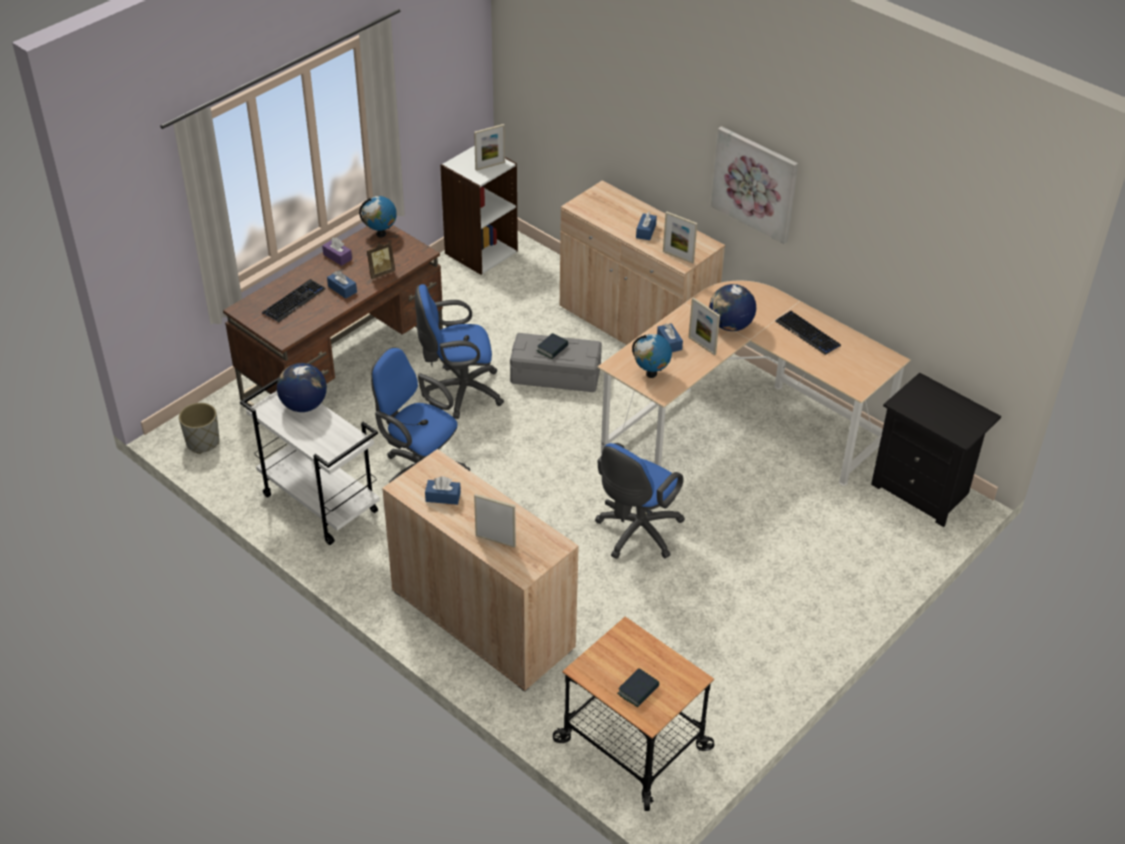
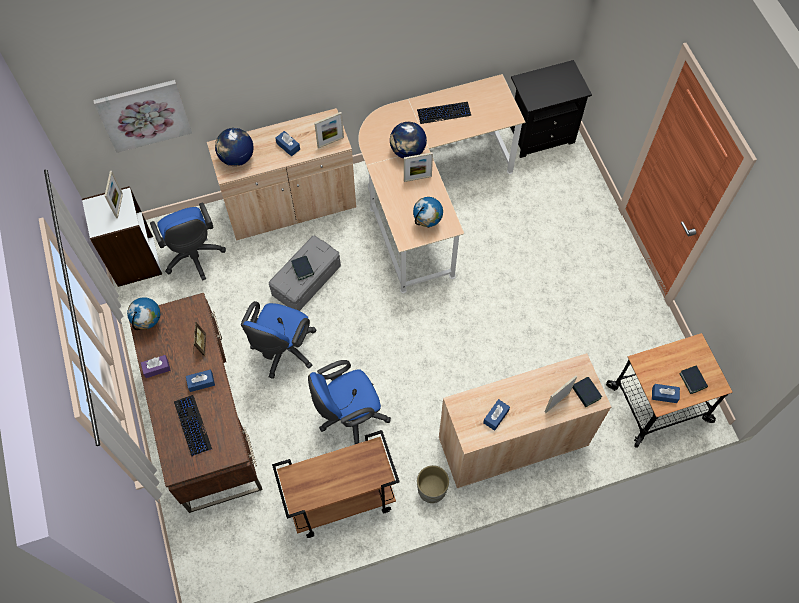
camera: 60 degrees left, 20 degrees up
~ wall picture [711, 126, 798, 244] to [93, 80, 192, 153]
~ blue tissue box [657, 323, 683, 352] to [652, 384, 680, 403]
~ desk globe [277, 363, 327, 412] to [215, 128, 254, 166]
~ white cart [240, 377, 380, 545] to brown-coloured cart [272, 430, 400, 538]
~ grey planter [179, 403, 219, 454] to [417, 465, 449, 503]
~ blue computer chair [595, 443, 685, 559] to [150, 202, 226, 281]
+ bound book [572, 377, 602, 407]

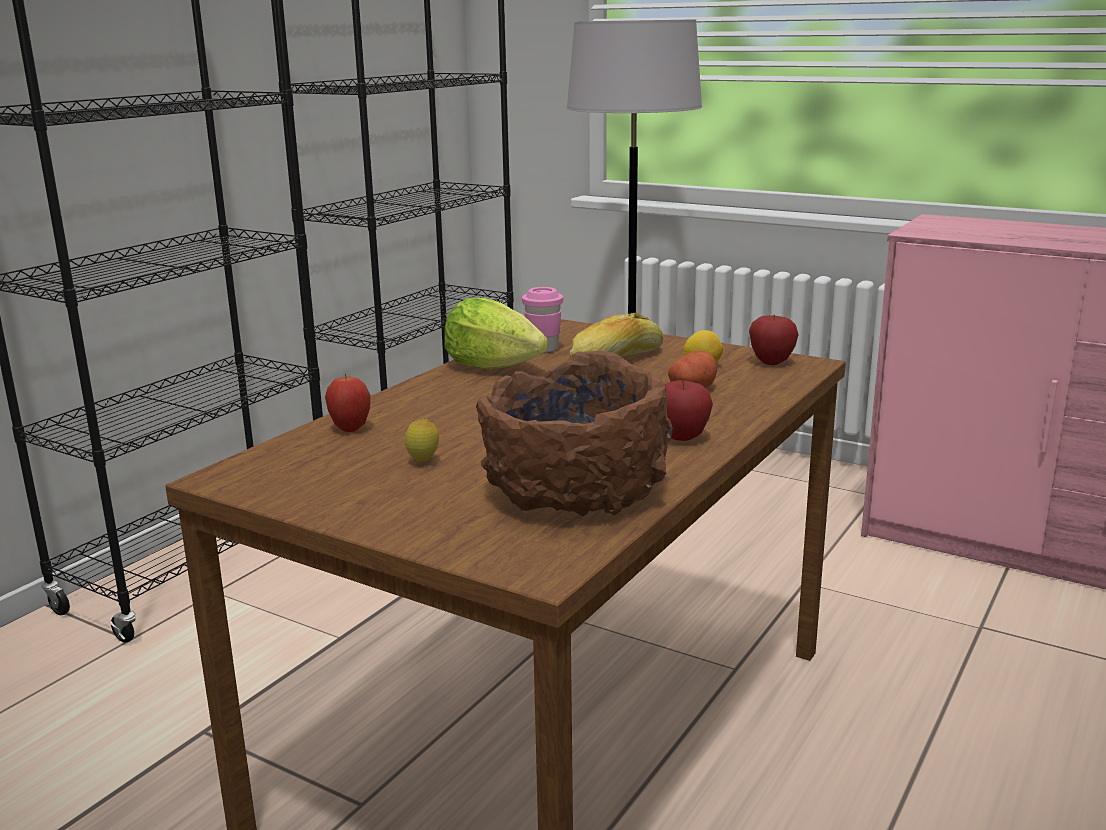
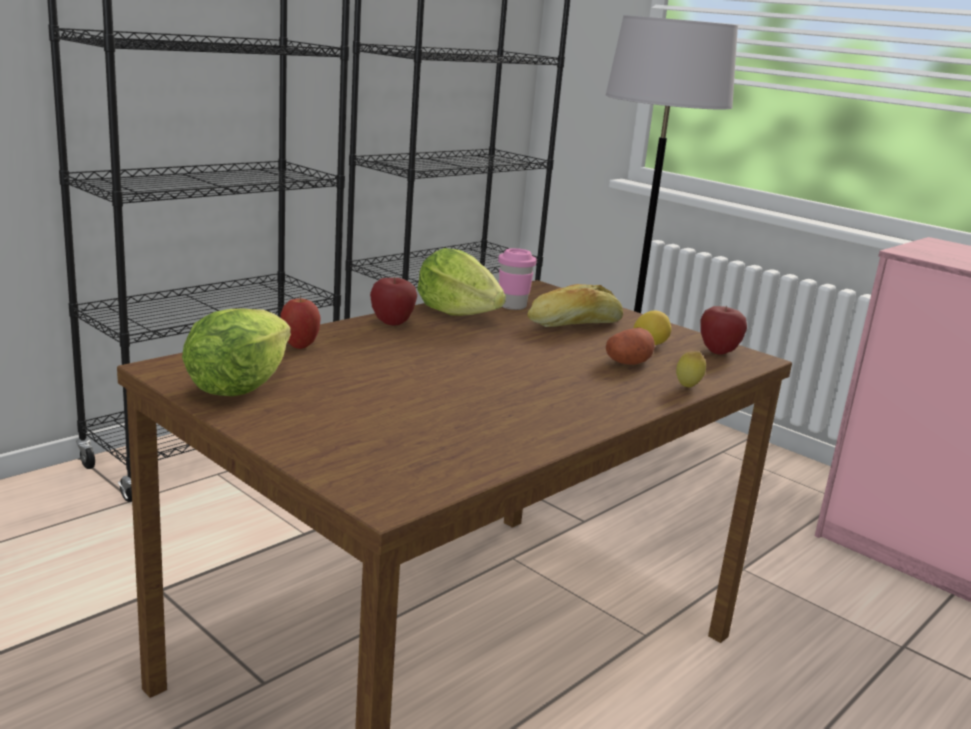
camera: 10 degrees right, 0 degrees up
- brown-coloured deep dish [476, 351, 673, 517]
~ whole apple [664, 380, 713, 441] to [370, 277, 417, 325]
~ lemon [405, 419, 439, 462] to [676, 351, 706, 388]
+ lettuce [182, 309, 291, 396]

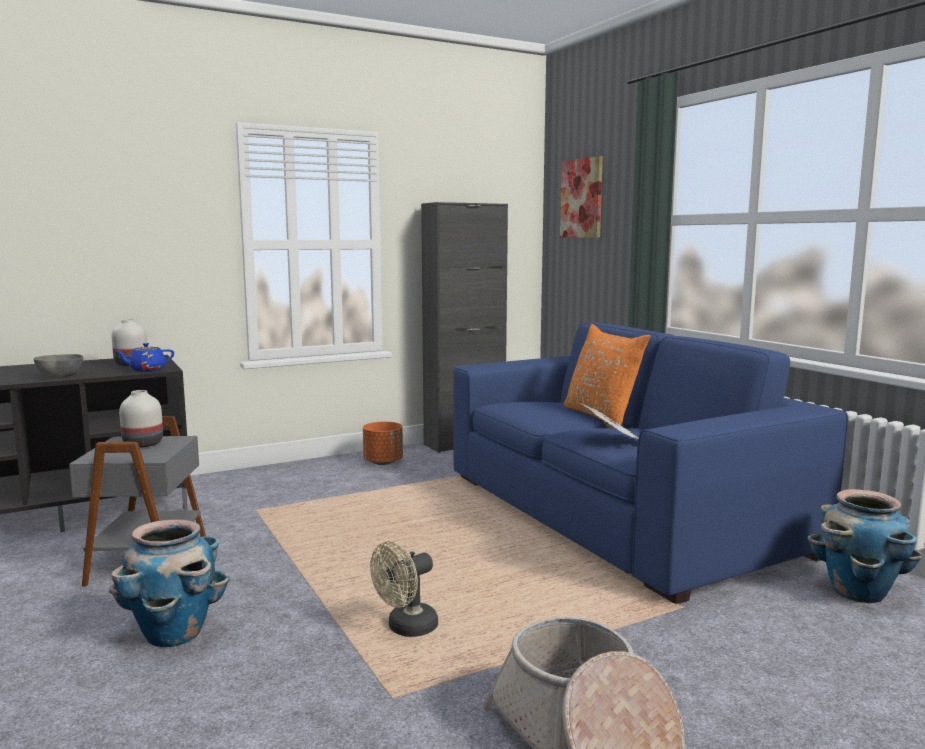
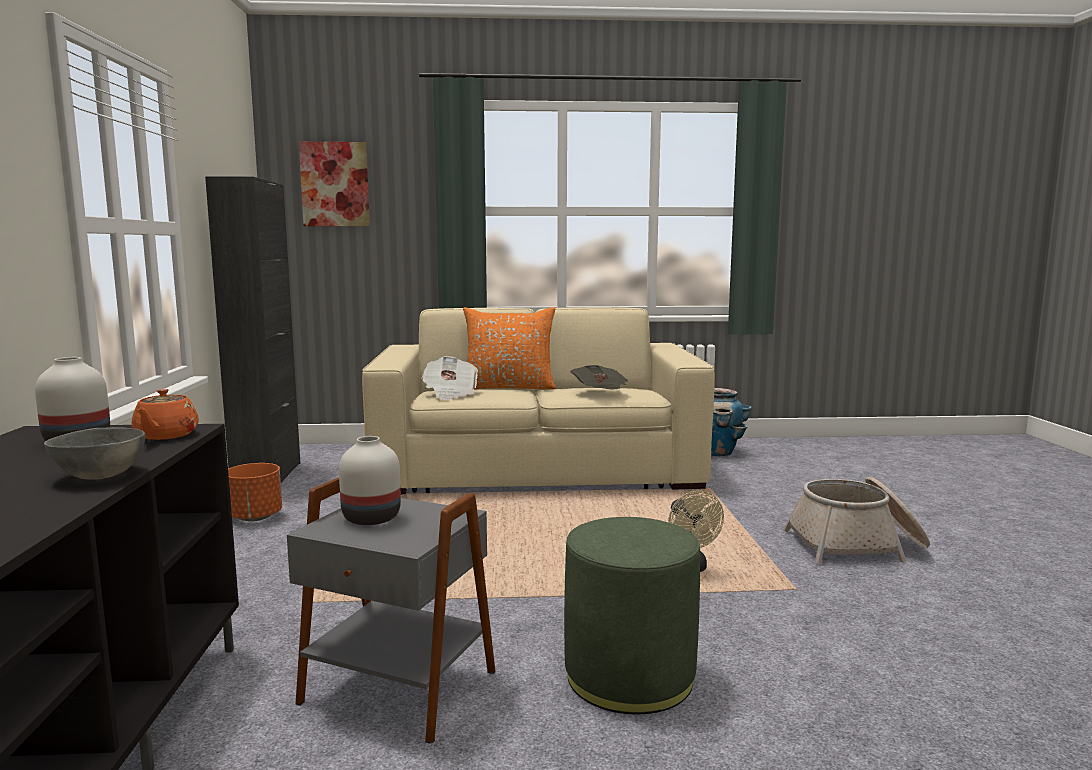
camera: 65 degrees left, 0 degrees up
~ blue settee [453, 323, 848, 604] to beige-coloured settee [362, 307, 715, 494]
~ blue teapot [115, 343, 174, 371] to orangey teapot [131, 389, 199, 440]
~ planter [109, 519, 230, 647] to green footrest [564, 517, 700, 714]
+ printed paper [421, 356, 478, 400]

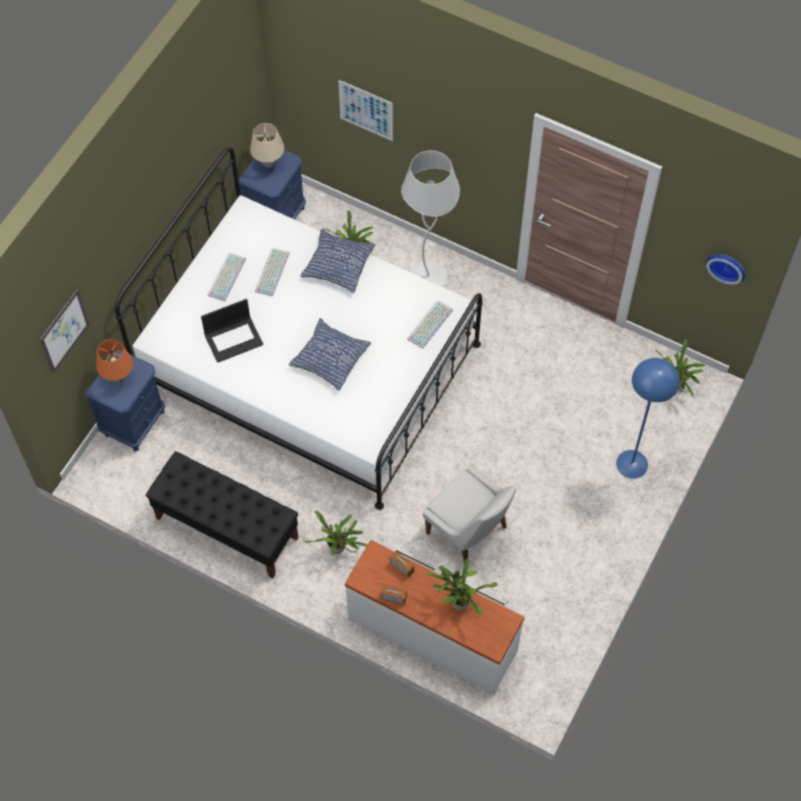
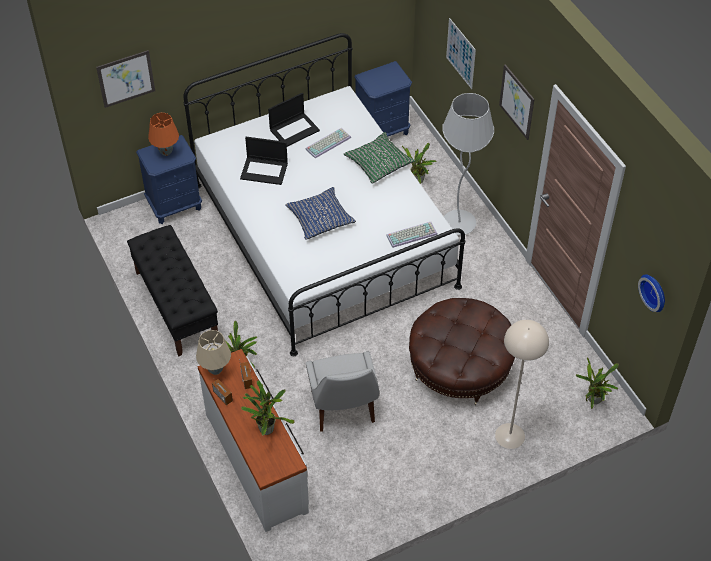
camera: 35 degrees right, 10 degrees down
~ beige-coloured lamp for a table [250, 123, 284, 168] to [196, 330, 231, 375]
~ blue pillow [301, 229, 375, 293] to green pillow [344, 132, 415, 184]
~ keyboard [208, 253, 246, 301] to notebook computer [268, 93, 320, 147]
~ blue floor lamp [616, 358, 679, 479] to beige-coloured floor lamp [495, 320, 549, 449]
+ wall picture [499, 64, 535, 140]
+ brown-coloured footrest [409, 298, 515, 405]

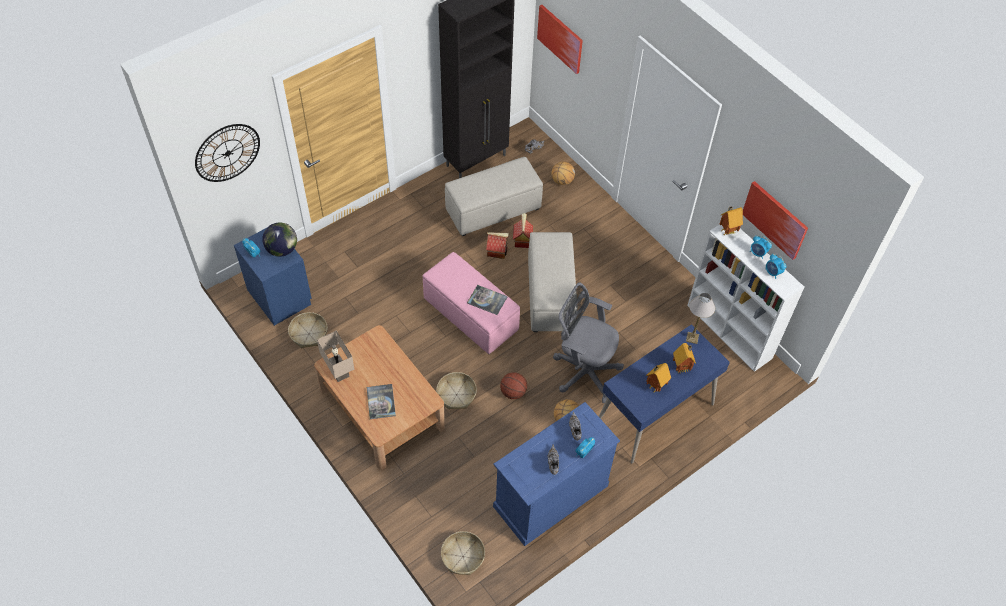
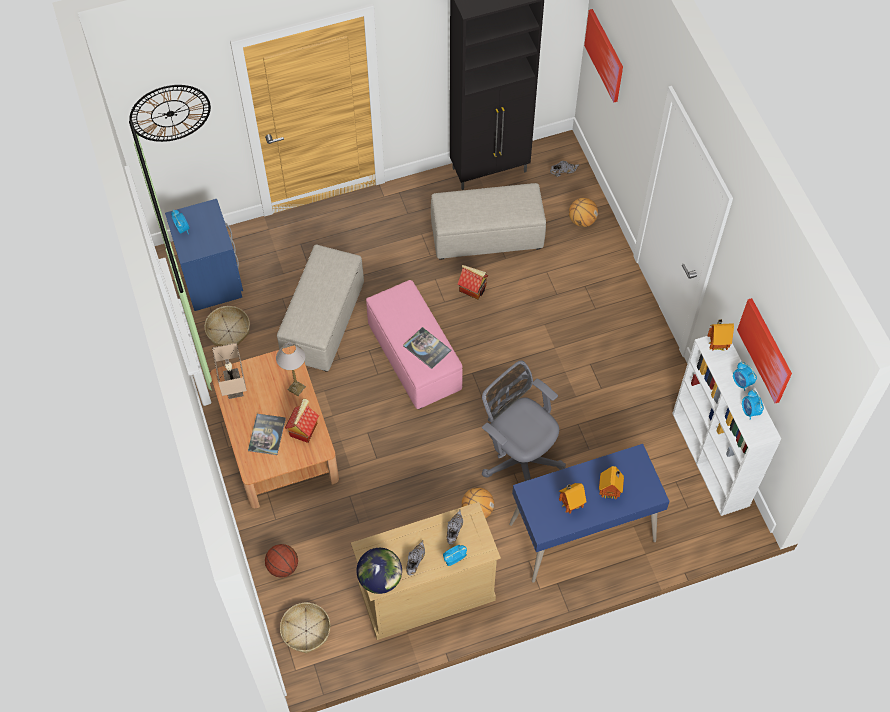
camera: 20 degrees right, 5 degrees up
~ miniature house [513, 213, 533, 248] to [285, 399, 319, 443]
~ desk globe [262, 222, 297, 257] to [356, 548, 402, 594]
~ beige-coloured footrest [528, 232, 577, 332] to [277, 245, 364, 372]
~ lamp for a table [686, 293, 715, 344] to [276, 342, 306, 396]
- household basket [436, 372, 477, 409]
~ ball for basketball [500, 372, 527, 399] to [265, 544, 298, 578]
~ blue drawer chest [493, 402, 620, 546] to beige-coloured drawer chest [351, 502, 501, 640]

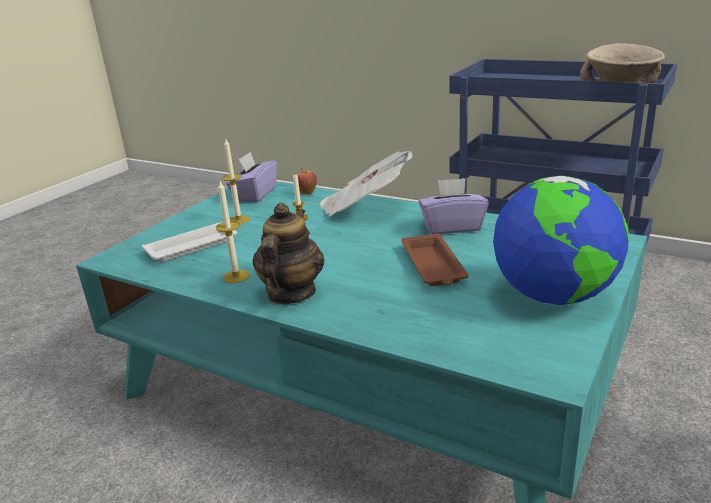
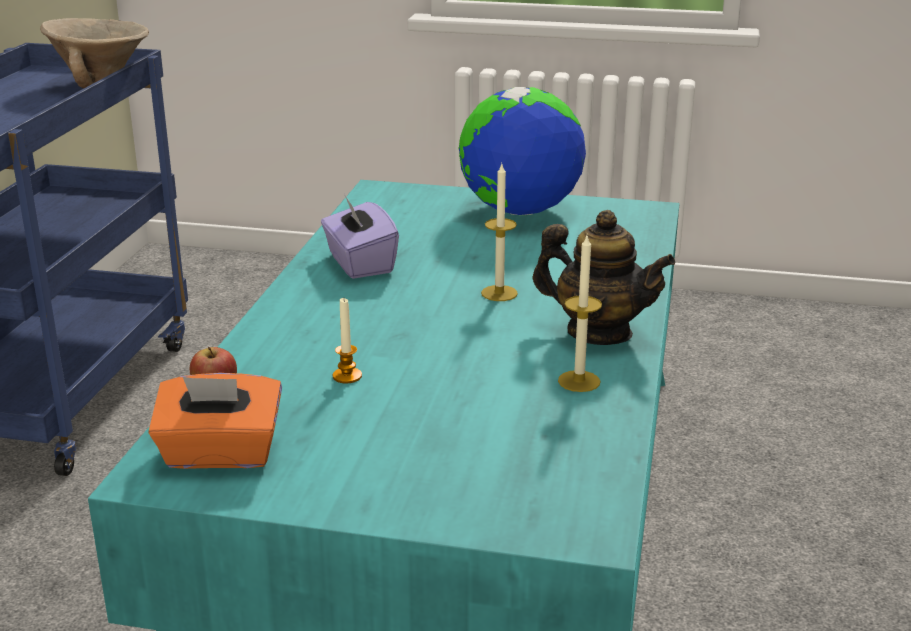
camera: 110 degrees left, 0 degrees up
~ candle [222, 139, 250, 224] to [481, 164, 518, 301]
- printed paper [320, 151, 413, 217]
~ purple tissue box [226, 152, 277, 202] to orangey tissue box [149, 373, 282, 469]
~ teapot [253, 203, 324, 304] = [532, 210, 676, 345] 150 degrees counterclockwise
- white serving tray [142, 222, 237, 262]
- brown-coloured serving tray [401, 233, 468, 286]

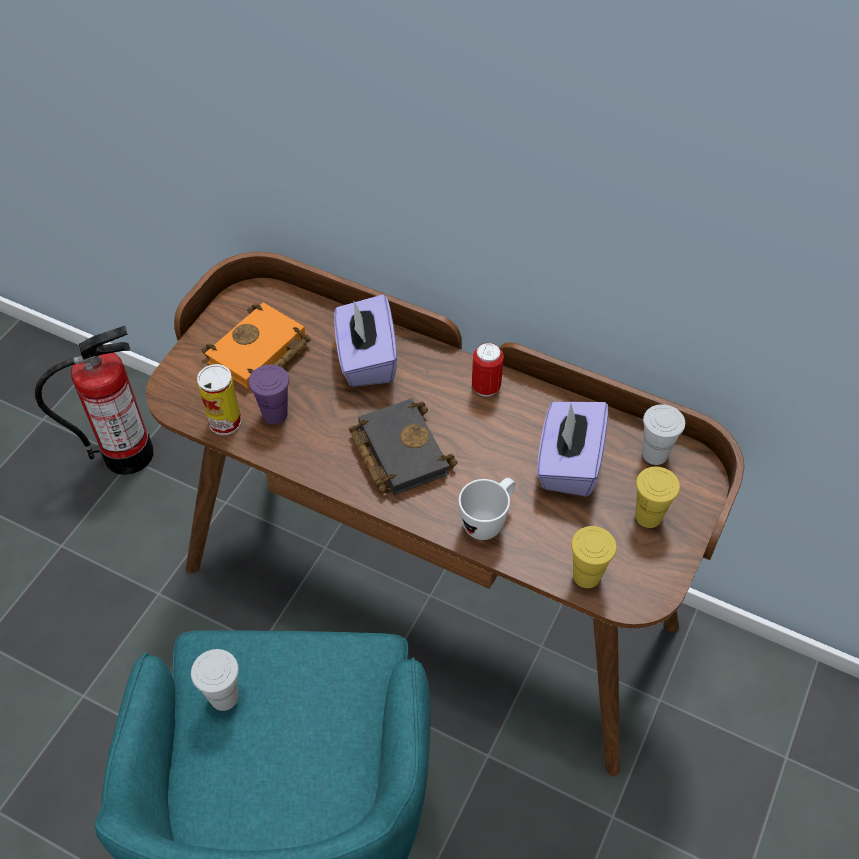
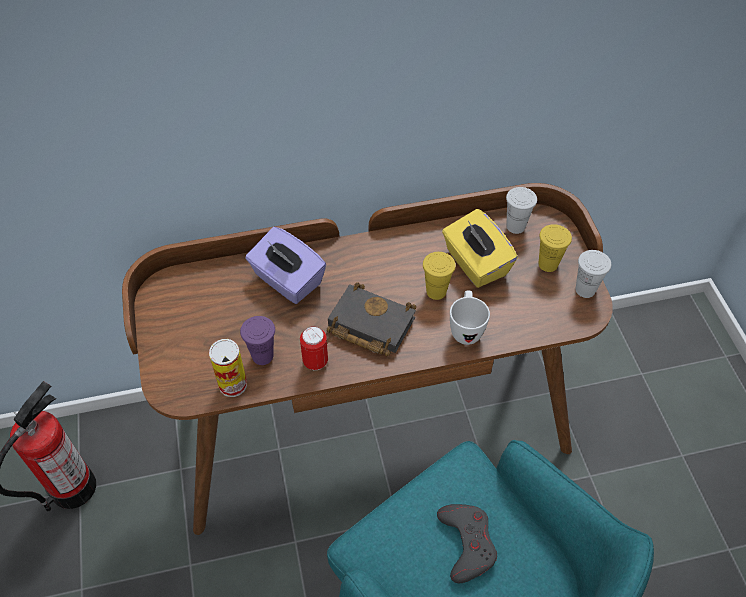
camera: 40 degrees left, 0 degrees up
- orangey bound book [202, 302, 311, 389]
~ metal can [472, 342, 504, 397] to [300, 326, 328, 370]
~ purple tissue box [537, 402, 608, 496] to yellow tissue box [442, 209, 518, 288]
~ yellow small cup [571, 526, 617, 588] to [423, 252, 456, 300]
~ white small cup [191, 649, 239, 711] to [575, 250, 611, 298]
+ grey game controller [437, 504, 497, 583]

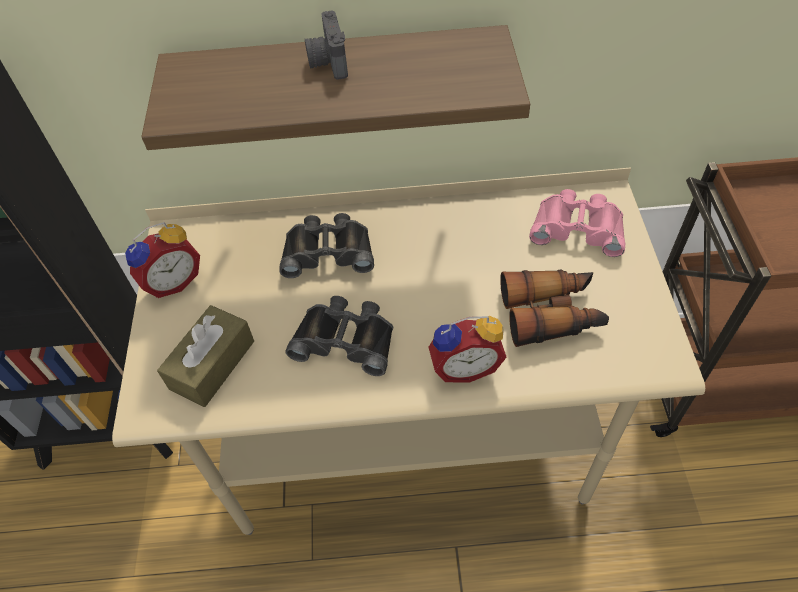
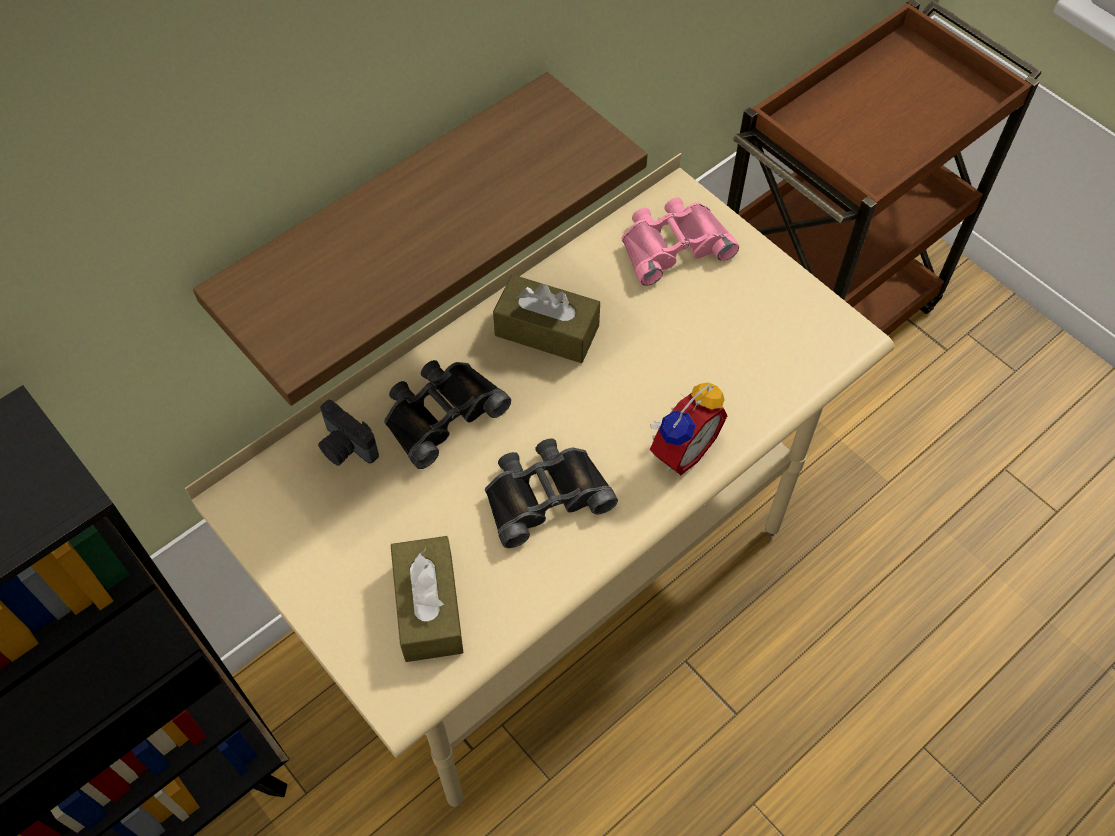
camera: 40 degrees left, 5 degrees up
~ still camera [305, 10, 348, 80] to [318, 400, 379, 466]
- table clock [125, 222, 200, 298]
- pair of binoculars [500, 270, 609, 347]
+ brown-coloured tissue box [493, 275, 600, 363]

